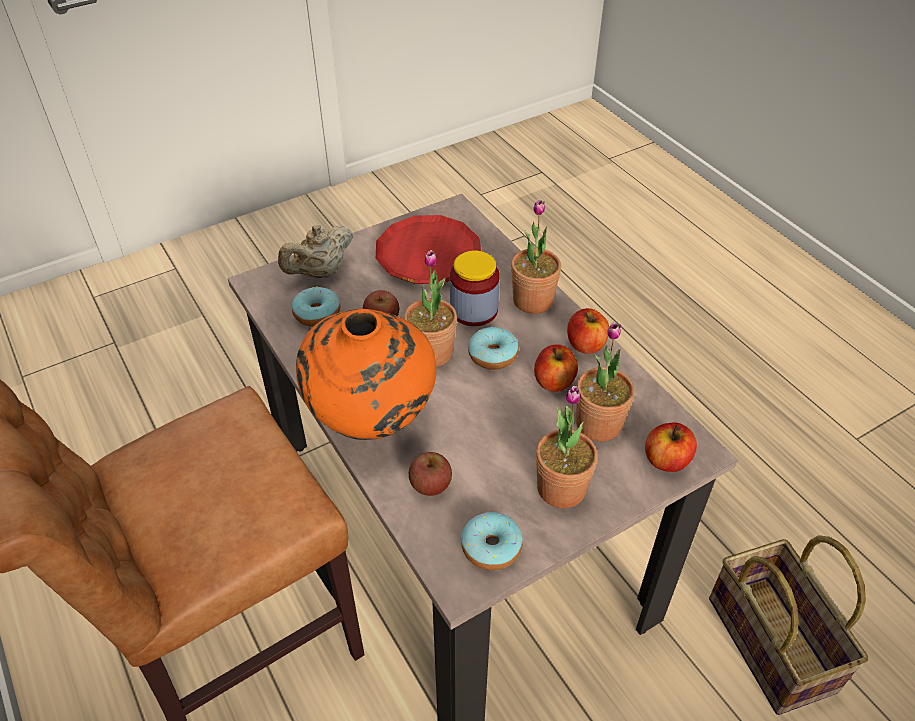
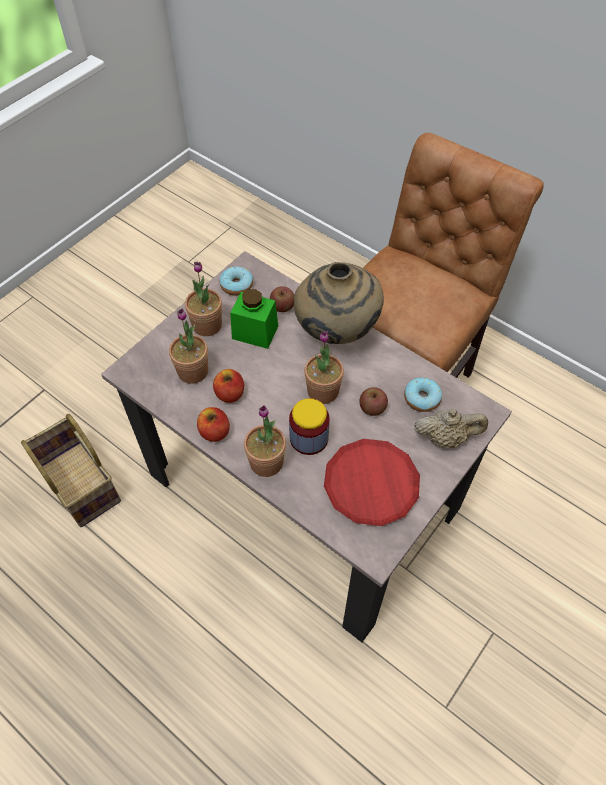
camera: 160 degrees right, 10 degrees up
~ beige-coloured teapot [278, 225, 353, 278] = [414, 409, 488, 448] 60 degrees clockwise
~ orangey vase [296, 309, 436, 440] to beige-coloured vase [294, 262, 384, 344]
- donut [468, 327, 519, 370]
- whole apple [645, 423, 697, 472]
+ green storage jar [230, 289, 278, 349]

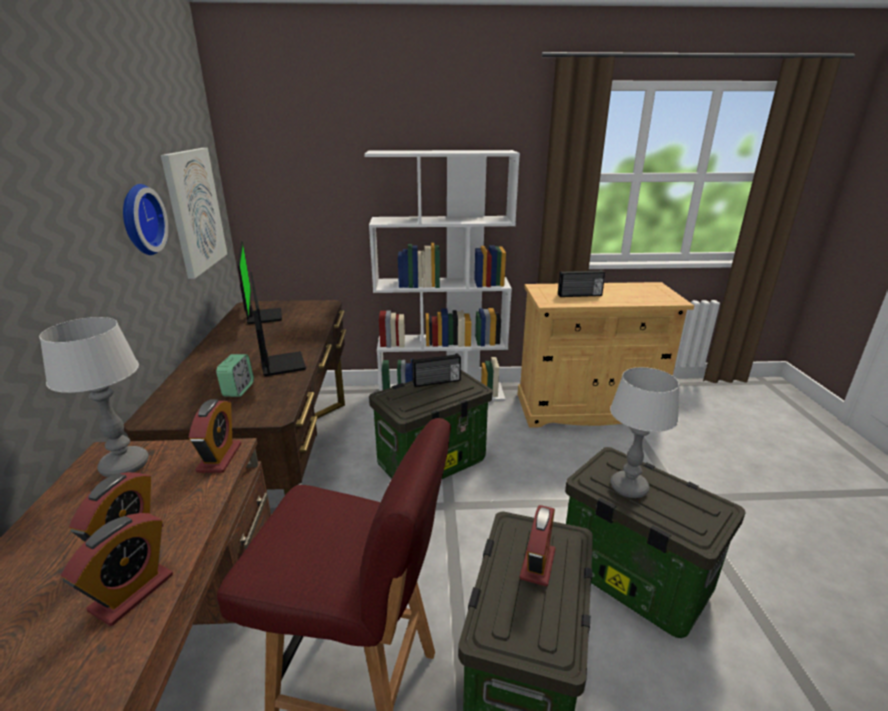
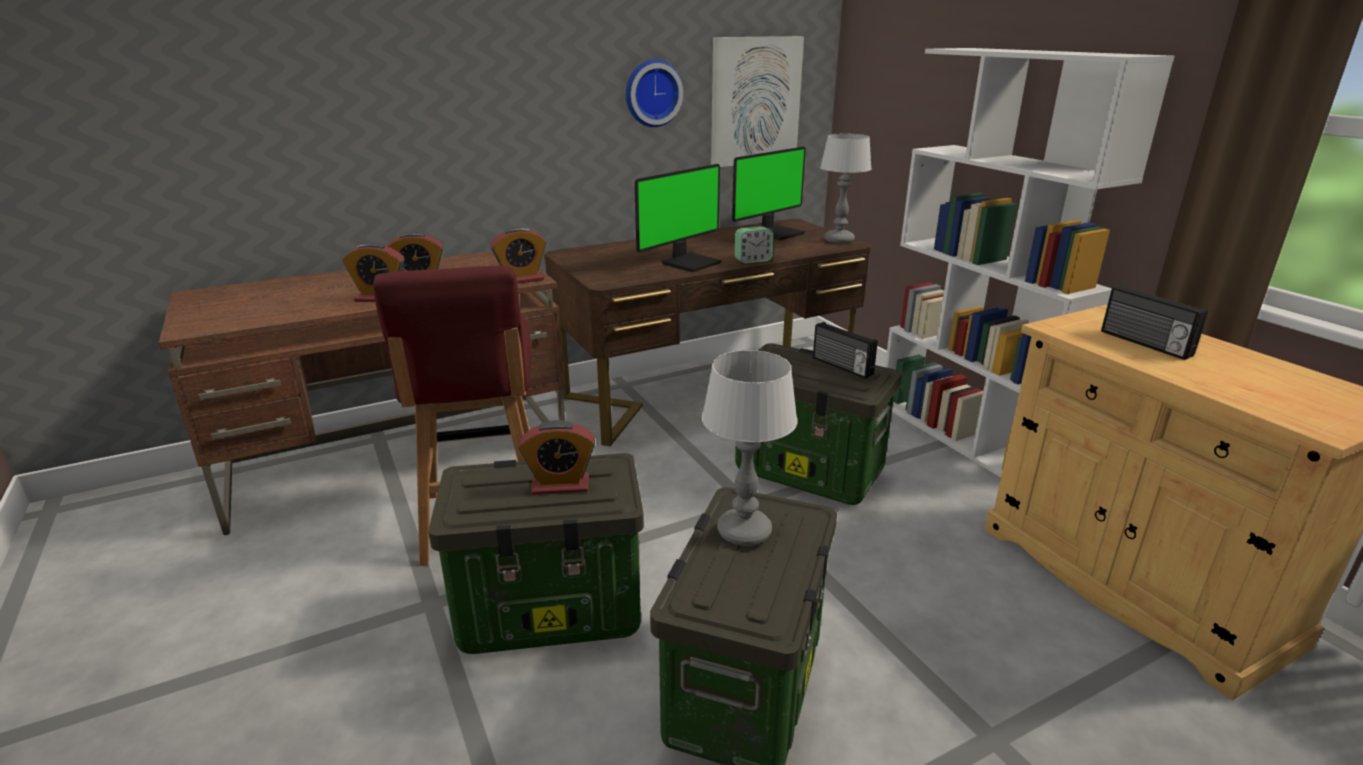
camera: 65 degrees right, 0 degrees up
~ lamp for a table [39, 317, 149, 477] to [820, 133, 872, 244]
~ table clock [216, 354, 254, 397] to [735, 226, 773, 264]

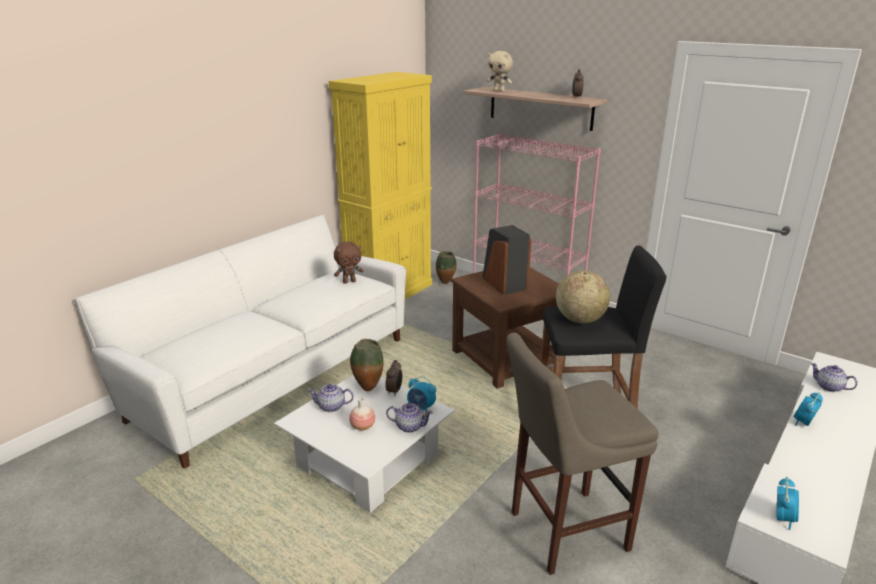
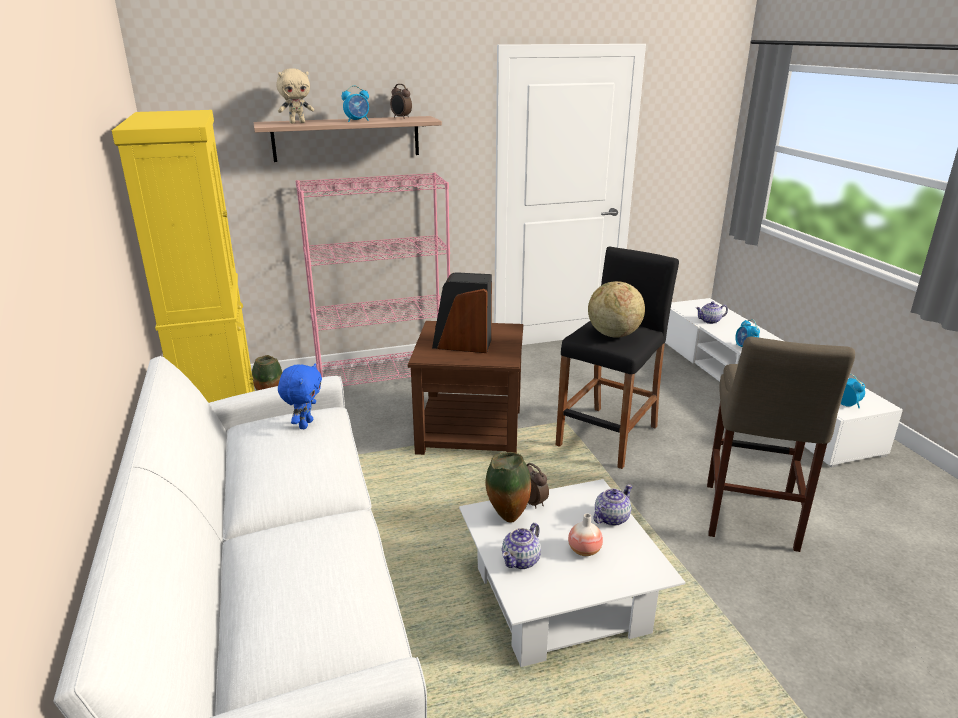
camera: 55 degrees left, 0 degrees up
~ brown-coloured plush toy [334, 241, 363, 284] to blue plush toy [278, 363, 322, 429]
~ table clock [407, 376, 436, 412] to [341, 86, 369, 122]

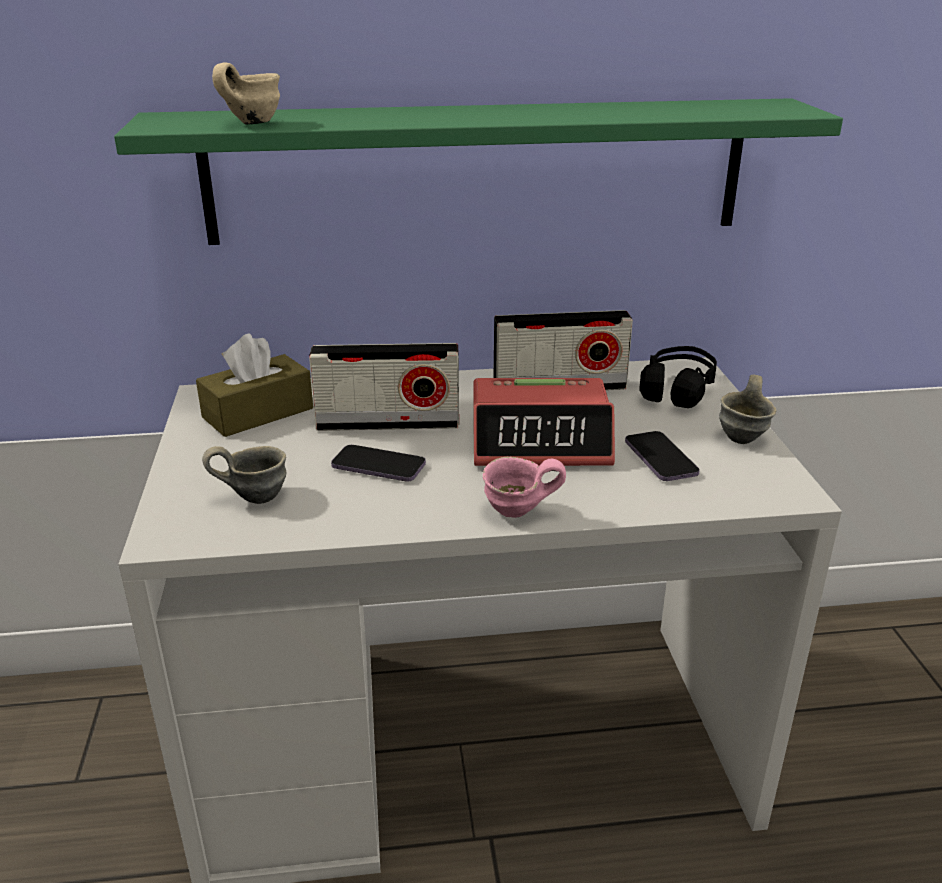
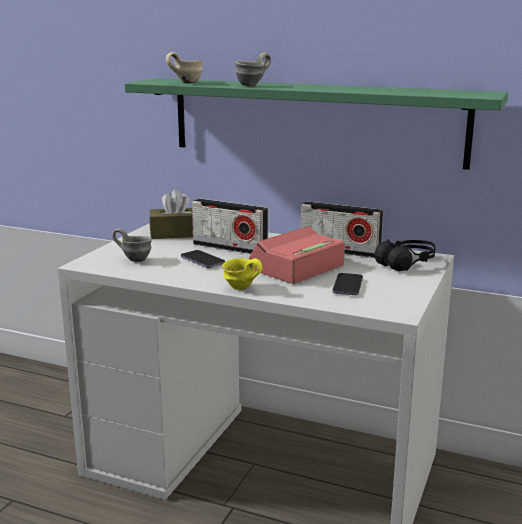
camera: 30 degrees right, 10 degrees down
~ grey tea mug [719, 374, 777, 444] to [235, 53, 271, 86]
~ table clock [473, 378, 615, 466] = [249, 226, 345, 284] 105 degrees clockwise
~ pink-coloured tea mug [483, 457, 566, 518] to yellow tea mug [222, 258, 263, 290]

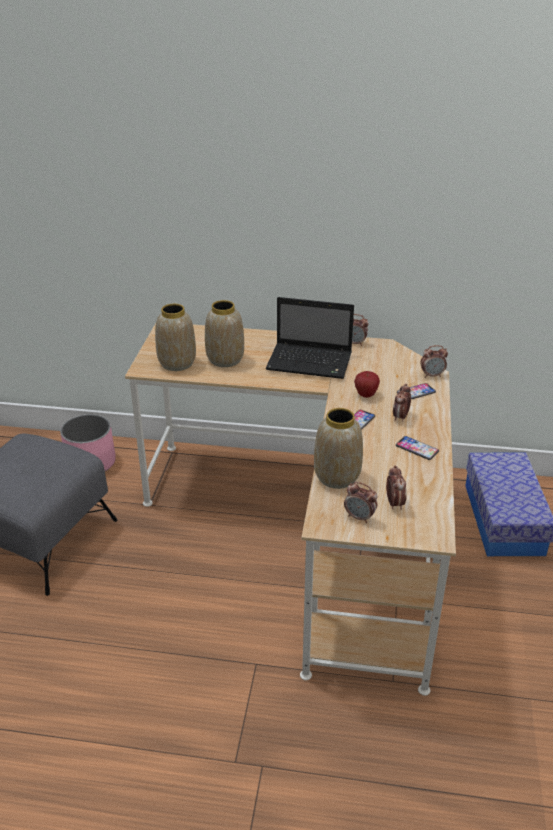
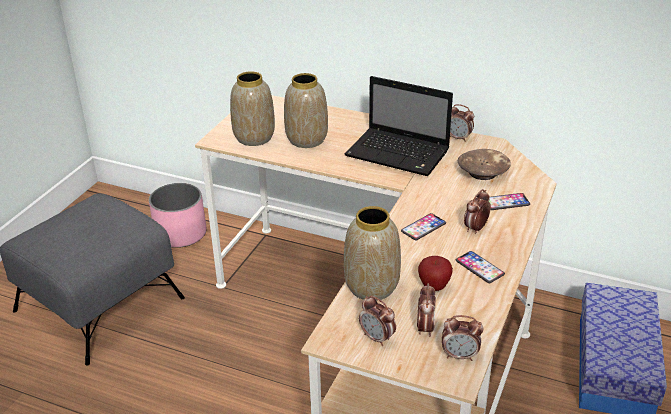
camera: 15 degrees right, 0 degrees up
~ table clock [420, 345, 448, 378] to [442, 315, 483, 361]
~ whole apple [354, 371, 380, 398] to [418, 256, 453, 291]
+ brown-coloured deep dish [458, 149, 511, 180]

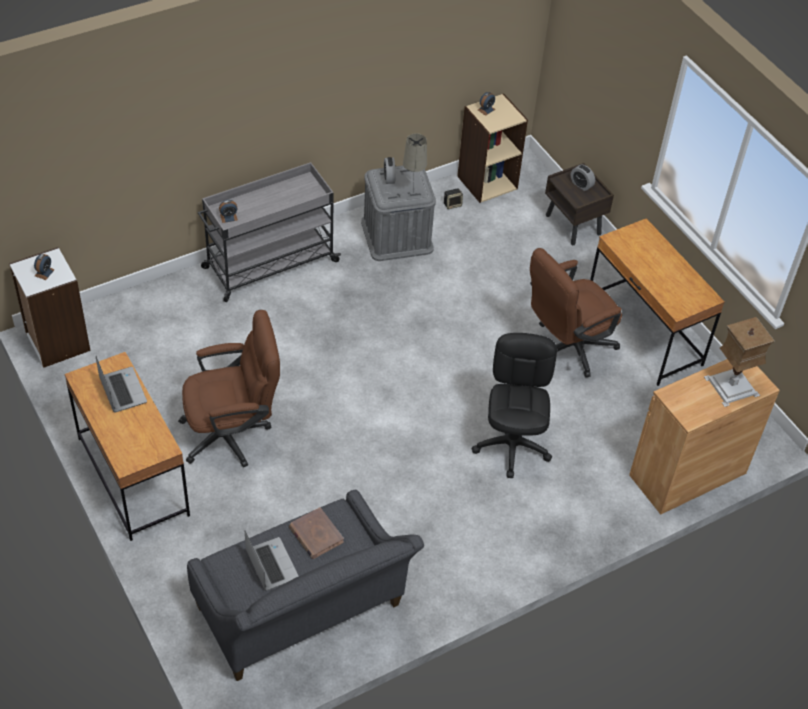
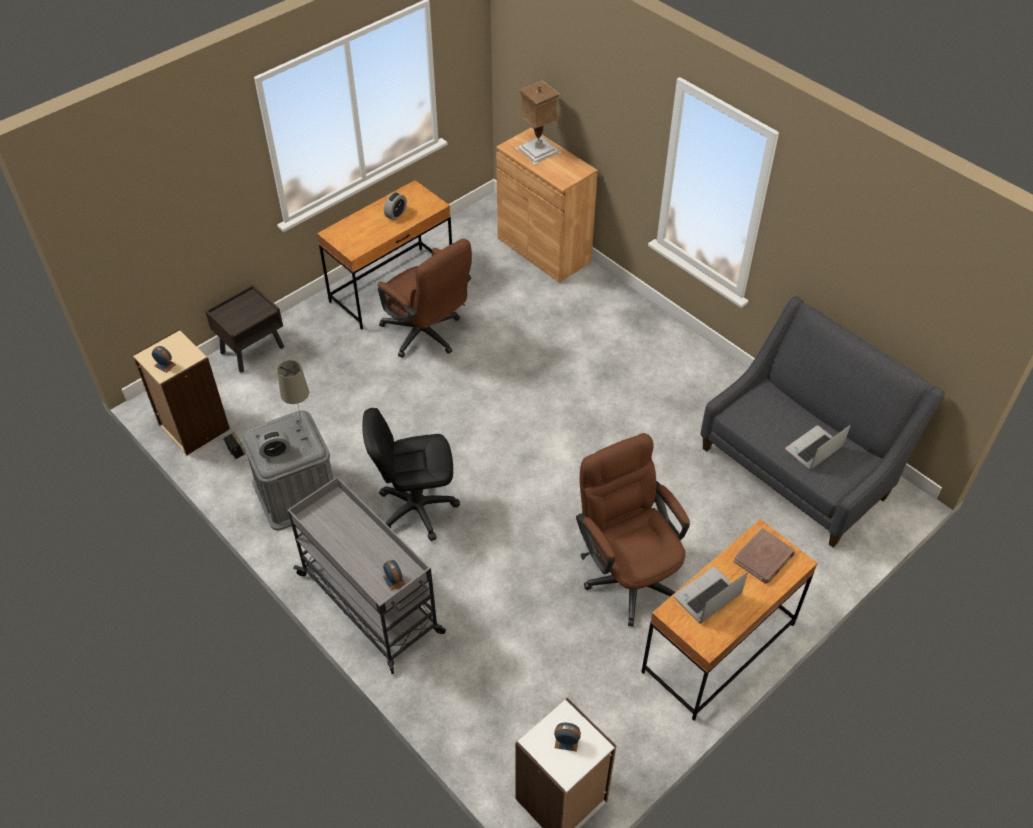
camera: 100 degrees left, 0 degrees up
~ table clock [571, 165, 595, 191] to [384, 192, 407, 220]
~ blackish computer chair [471, 333, 557, 478] to [362, 408, 460, 541]
~ brown-coloured bound book [289, 507, 344, 559] to [733, 528, 795, 584]

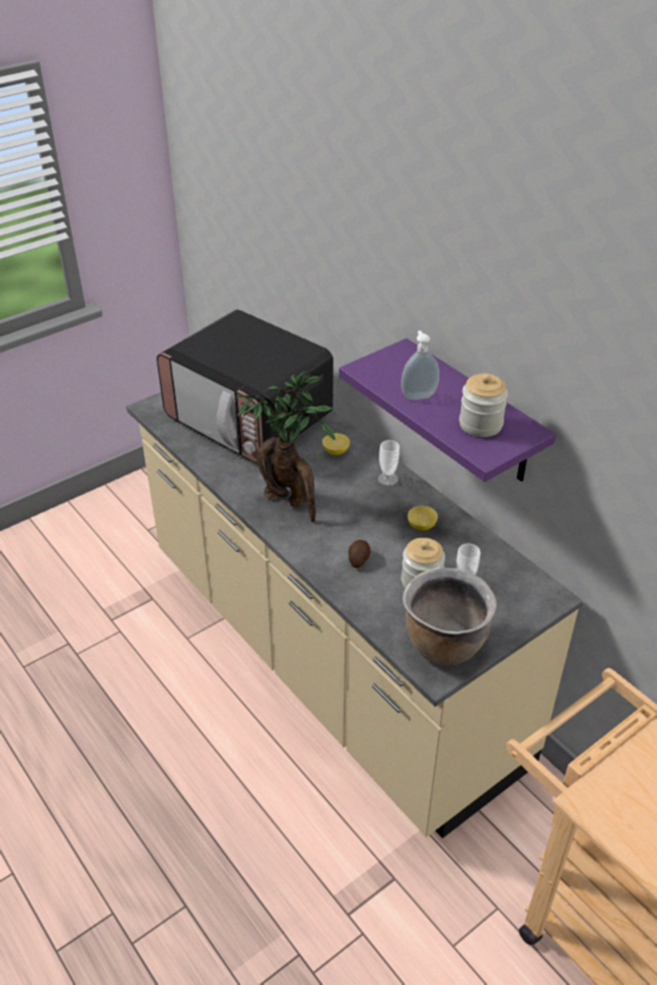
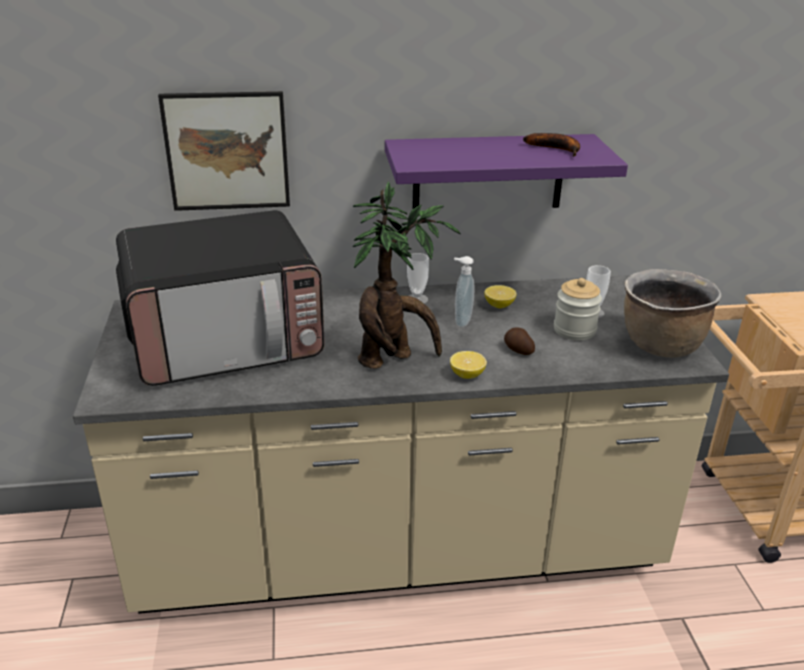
camera: 60 degrees left, 10 degrees down
~ soap dispenser [401, 331, 439, 400] to [454, 256, 475, 327]
~ storage jar [459, 373, 508, 437] to banana fruit [523, 133, 580, 157]
~ lemon [322, 433, 350, 455] to [450, 351, 487, 379]
+ wall picture [158, 91, 290, 211]

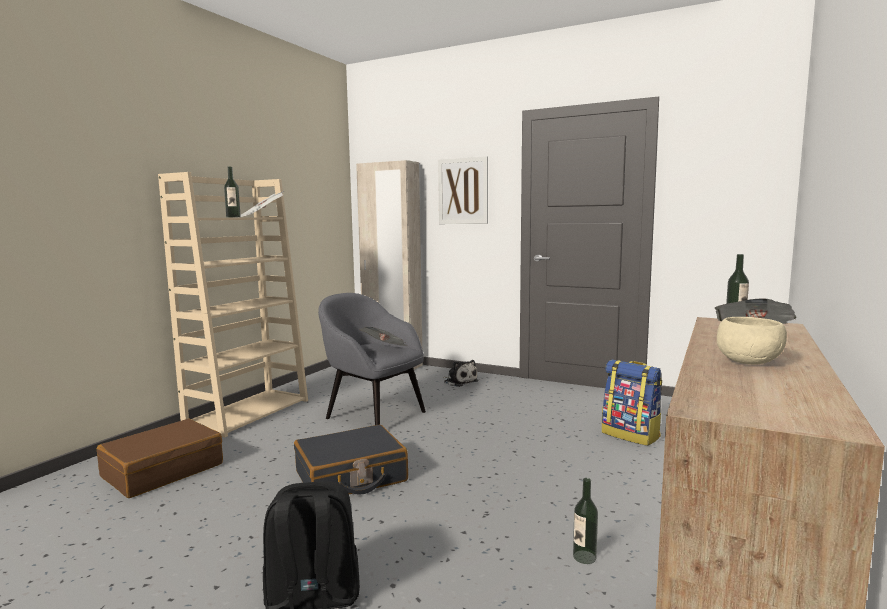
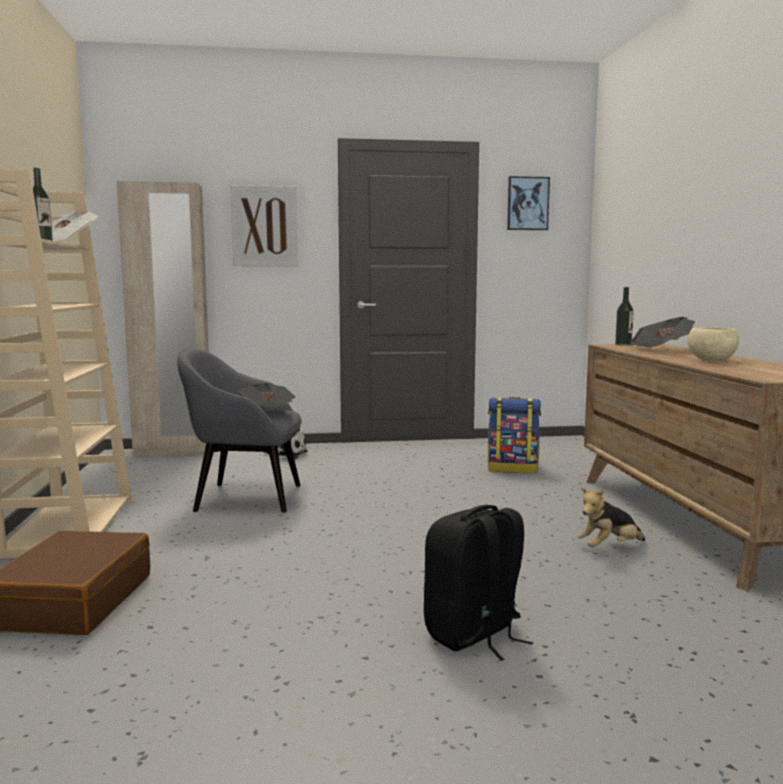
camera: 35 degrees left, 0 degrees up
- blackish travel case [294, 425, 408, 495]
~ drink bottle [573, 478, 598, 564] to plush toy [577, 488, 645, 547]
+ wall picture [507, 176, 550, 230]

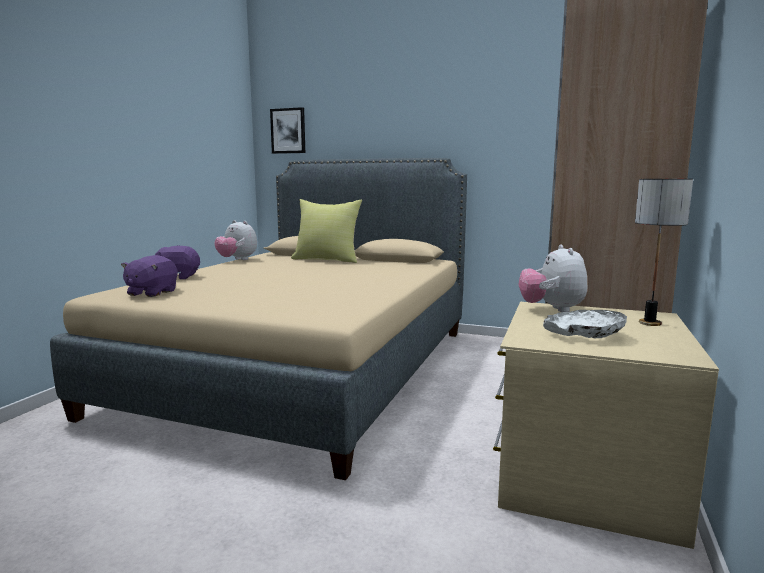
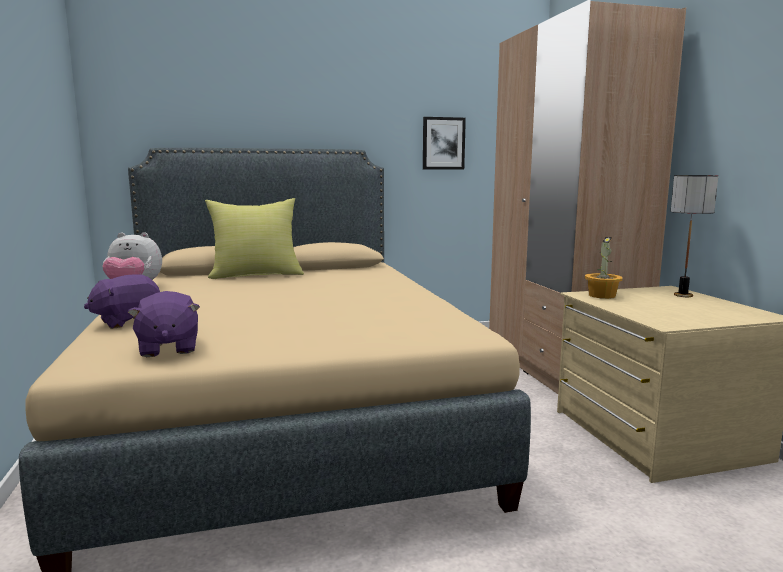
camera: 35 degrees left, 0 degrees up
~ wall picture [270, 107, 305, 154] to [423, 117, 466, 170]
~ plush toy [519, 245, 588, 312] to potted plant [585, 237, 623, 299]
- white deep dish [543, 310, 627, 338]

